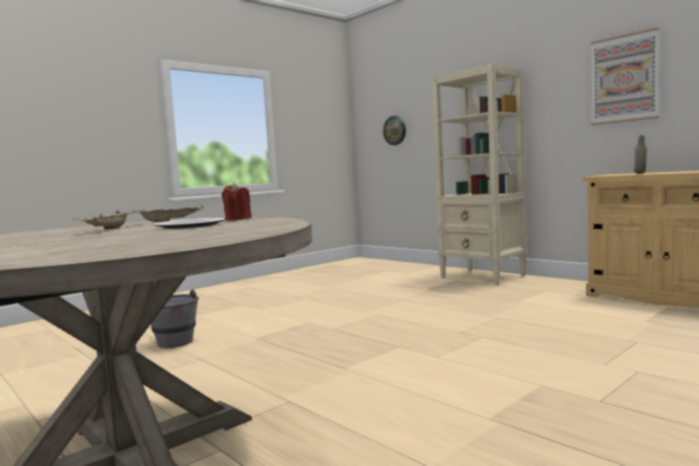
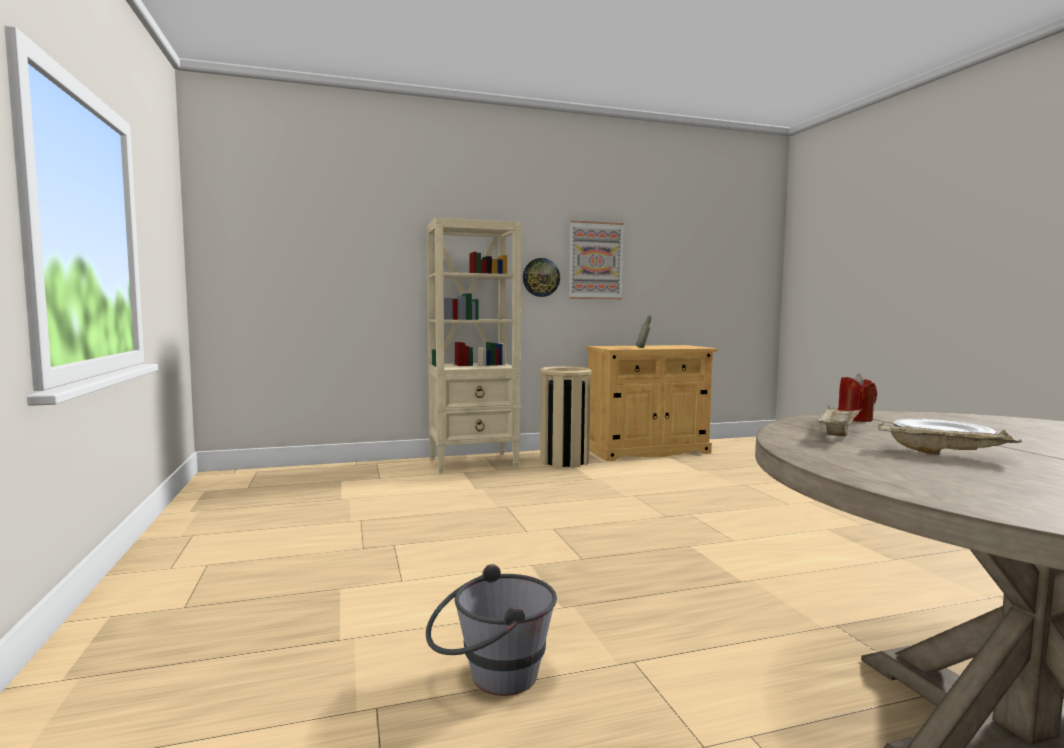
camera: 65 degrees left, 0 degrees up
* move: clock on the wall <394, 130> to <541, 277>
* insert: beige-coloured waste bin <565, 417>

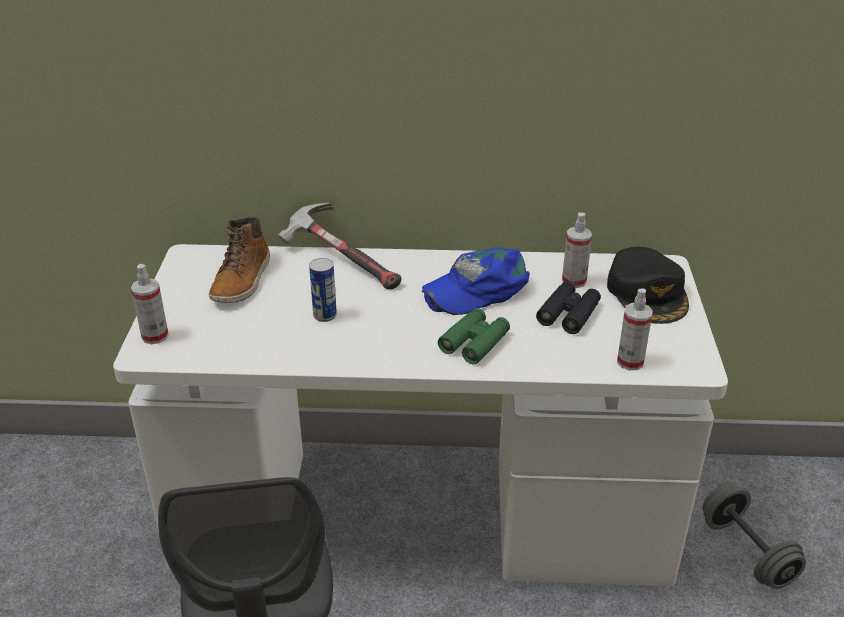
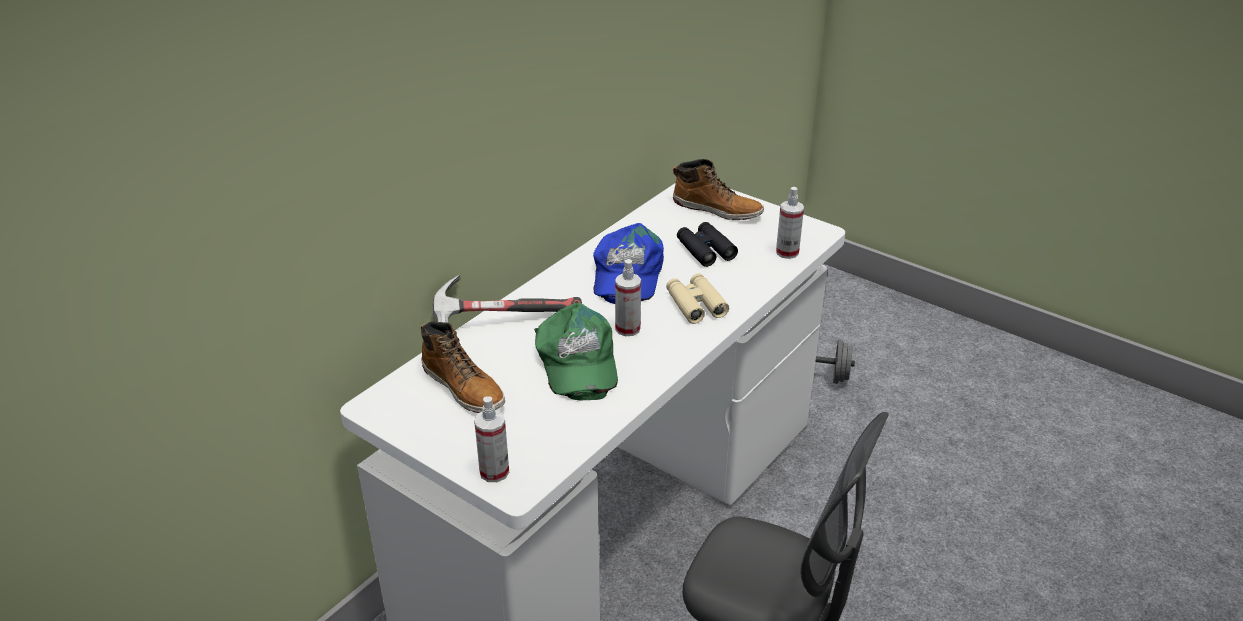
camera: 55 degrees left, 0 degrees up
* replace: metal can <323, 290> to green peaked cap <576, 351>
* move: hand sprayer <577, 250> to <628, 297>
* recolor: green pair of binoculars <474, 336> to beige-coloured pair of binoculars <697, 298>
* replace: blackish peaked cap <648, 285> to boot <718, 189>

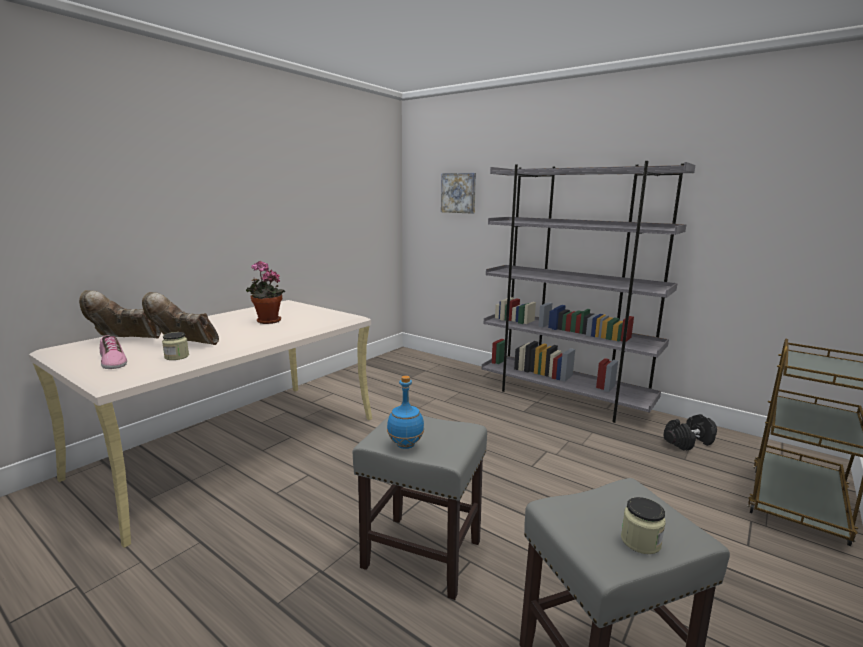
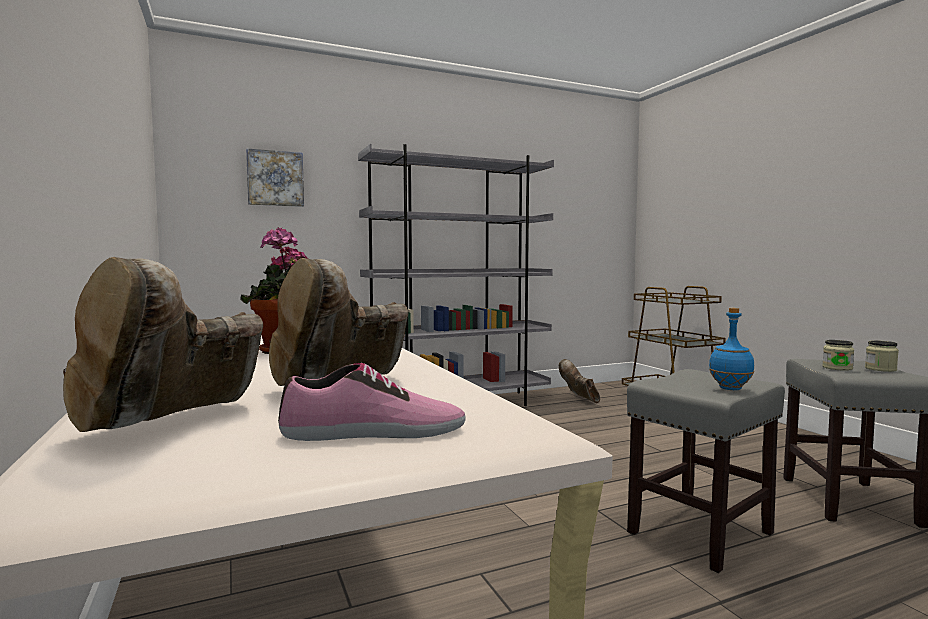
camera: 60 degrees left, 10 degrees down
* replace: blackish dumbbell <690, 432> to brown-coloured boot <579, 381>
* move: storage jar <175, 346> to <838, 355>

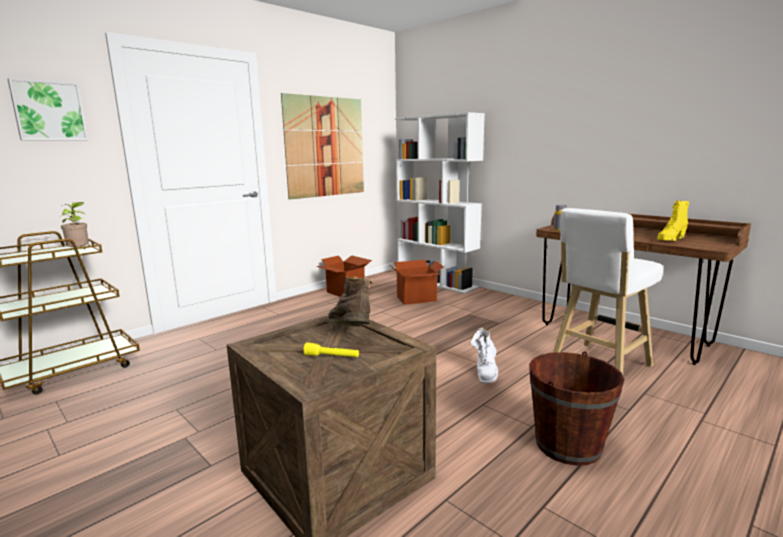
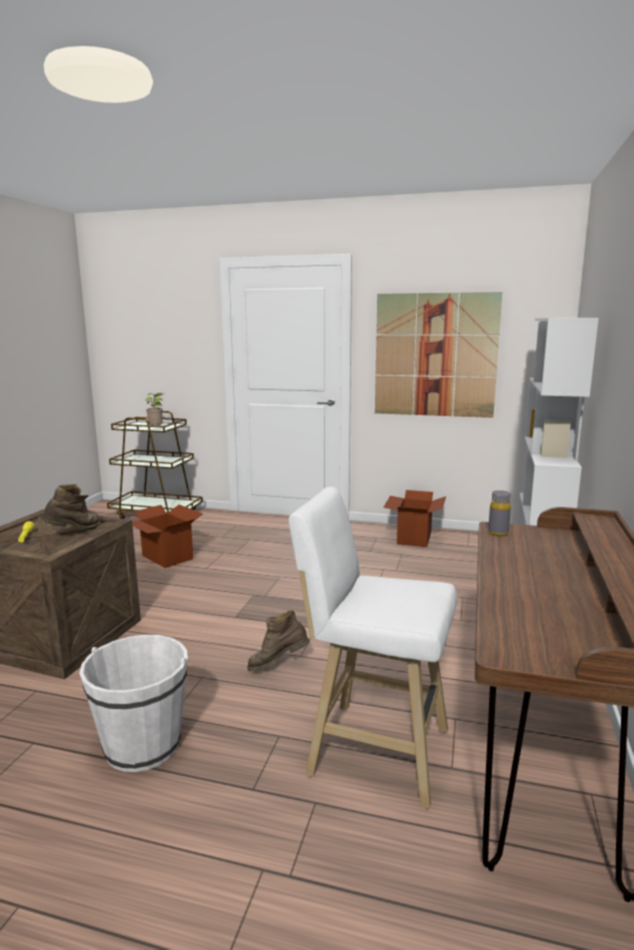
camera: 60 degrees right, 0 degrees up
* recolor: brown-coloured water bucket <577, 408> to white water bucket <133, 703>
* move: packing box <417, 282> to <167, 536>
* recolor: white boot <484, 355> to brown-coloured boot <278, 640>
* delete: wall picture <48, 109>
* delete: yellowish boot <673, 221>

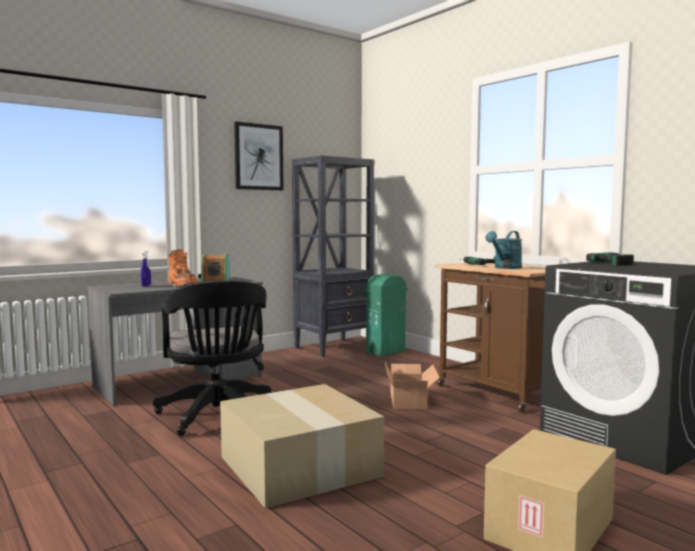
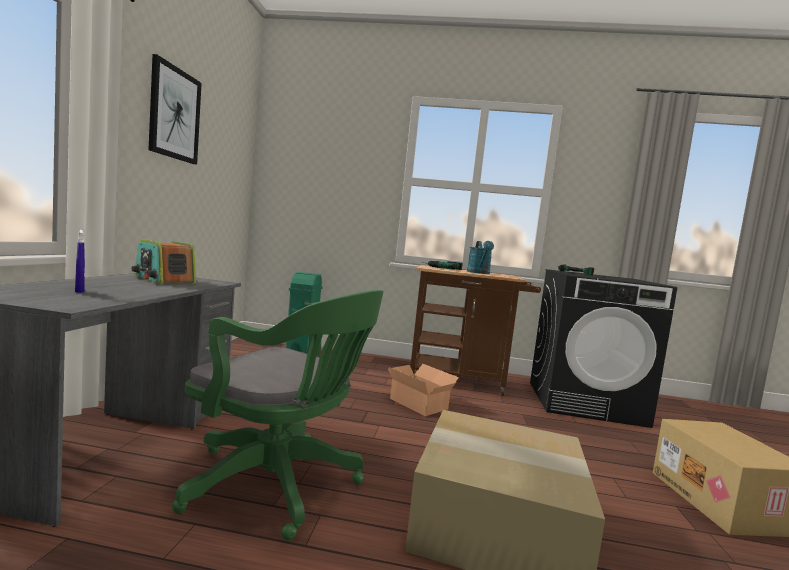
camera: 45 degrees left, 0 degrees up
* recolor: blackish office chair <212, 358> to green office chair <278, 415>
* delete: orange boot <182, 267>
* delete: blackish bookshelf <333, 256>

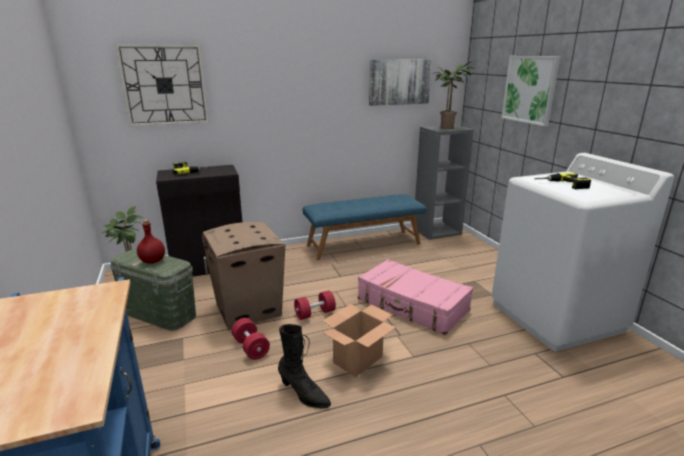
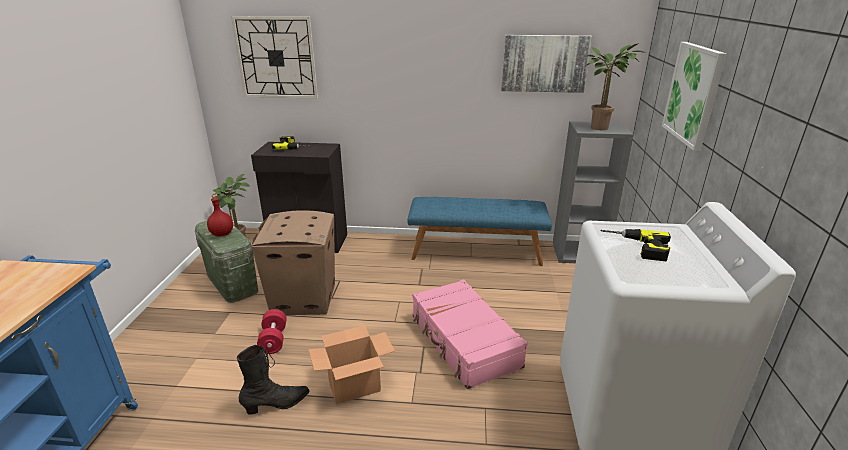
camera: 25 degrees right, 5 degrees up
* rotate: blackish boot <304, 366> = <273, 379> 90 degrees counterclockwise
* delete: reddish dumbbell <315, 305>

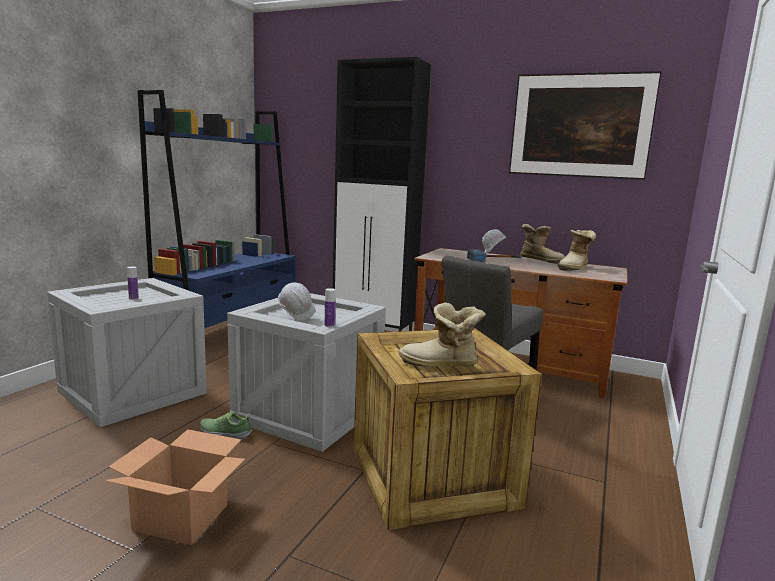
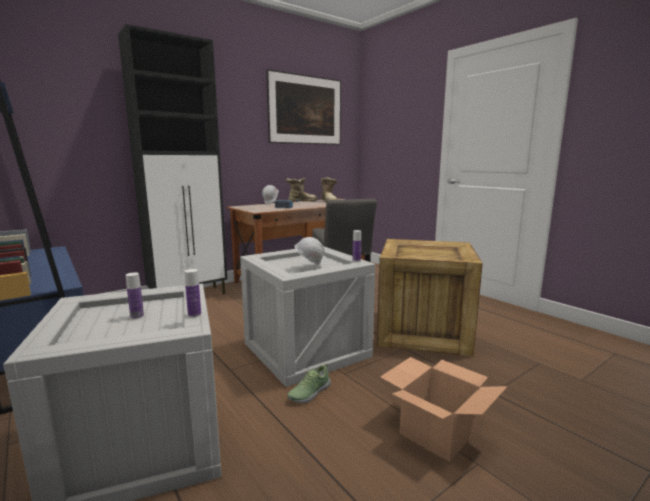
camera: 60 degrees left, 0 degrees up
* insert: beverage bottle <192, 293>
* delete: boot <442, 335>

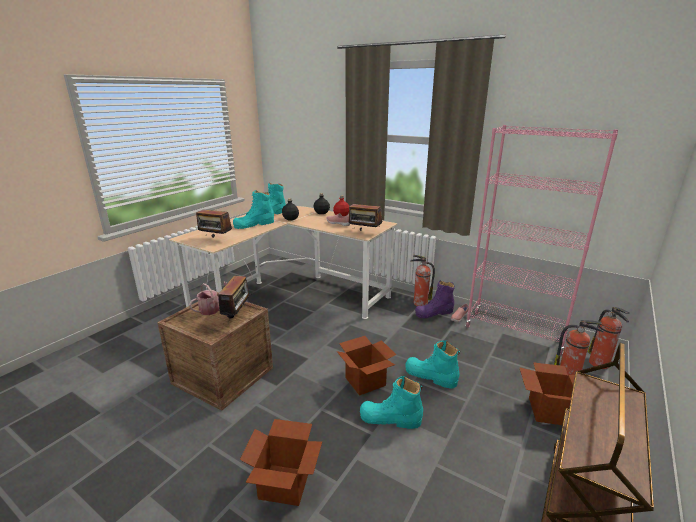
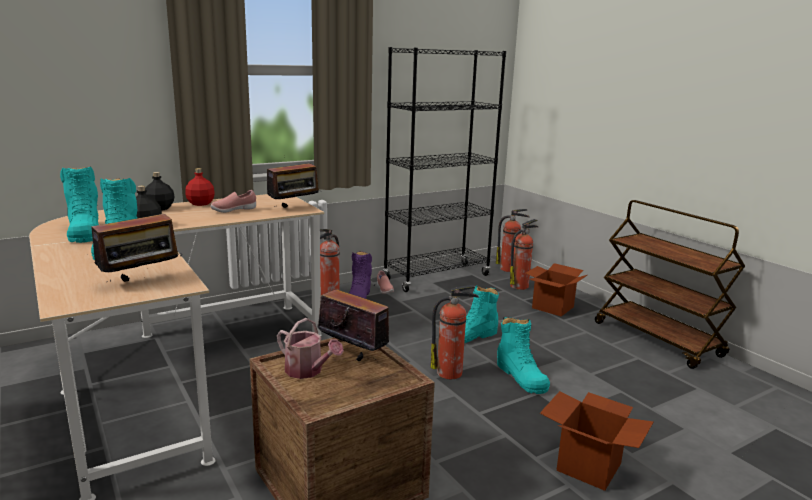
camera: 65 degrees left, 5 degrees down
* rotate: watering can <208, 298> = <310, 348> 150 degrees clockwise
* recolor: pink bookshelf <541, 240> to blackish bookshelf <444, 169>
* replace: packing box <366, 366> to extinguisher <455, 332>
* rotate: turquoise boot <391, 402> = <523, 355> 60 degrees counterclockwise

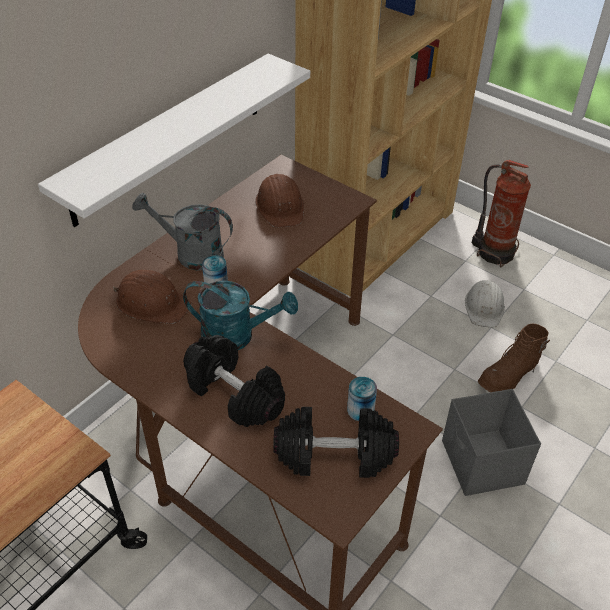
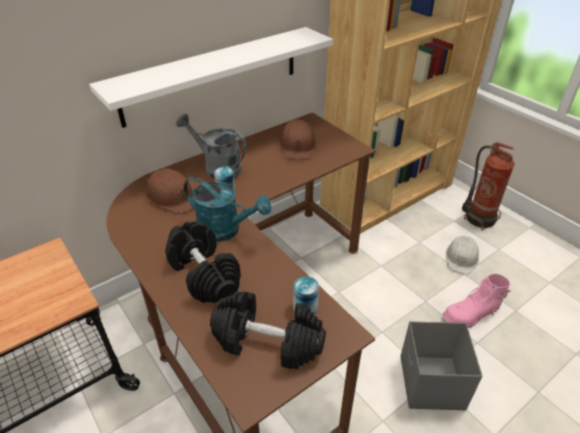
camera: 15 degrees right, 5 degrees down
* recolor: brown-coloured boot <514, 358> to pink boot <476, 301>

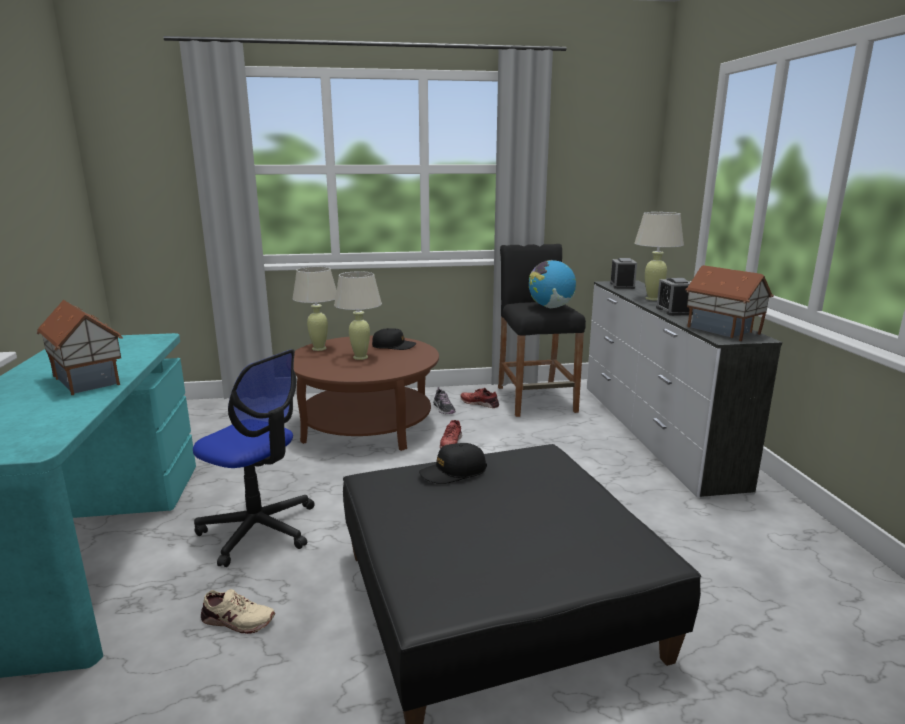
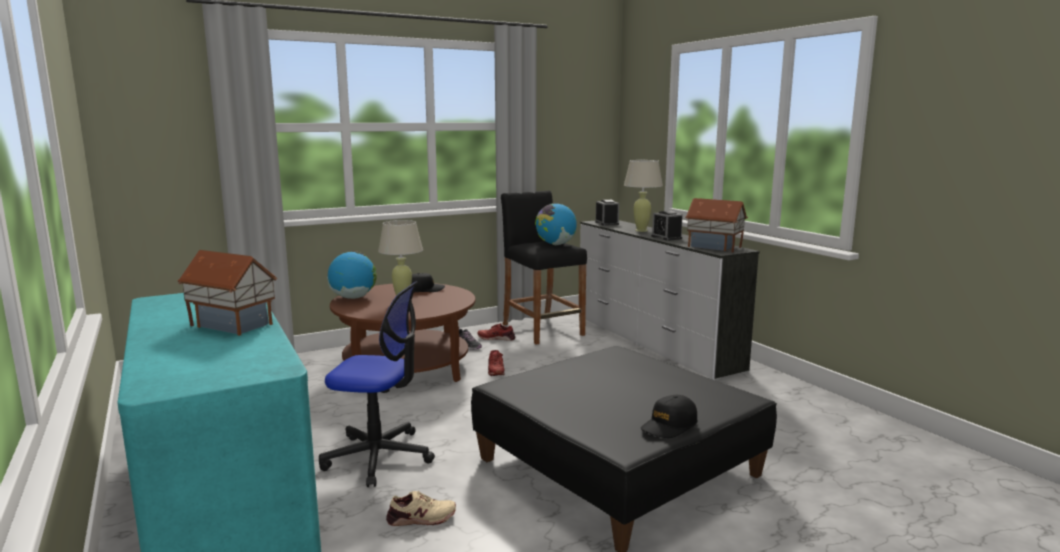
camera: 20 degrees left, 5 degrees down
* replace: beige-coloured lamp for a table <314, 308> to desk globe <352, 275>
* move: blackish peaked cap <453, 463> to <669, 416>

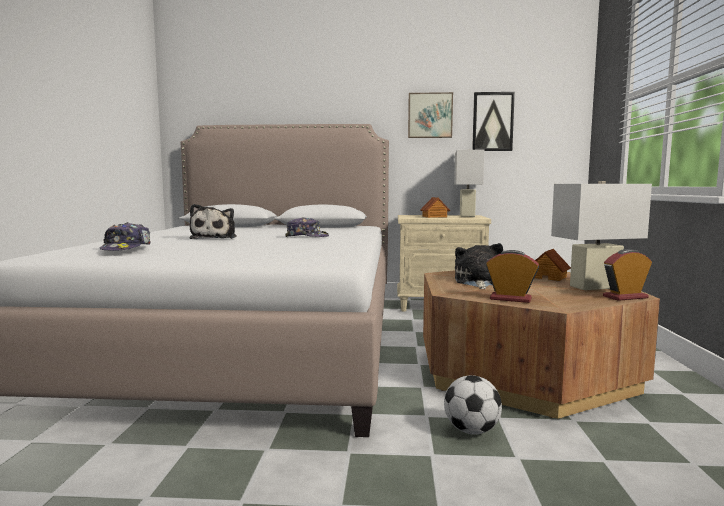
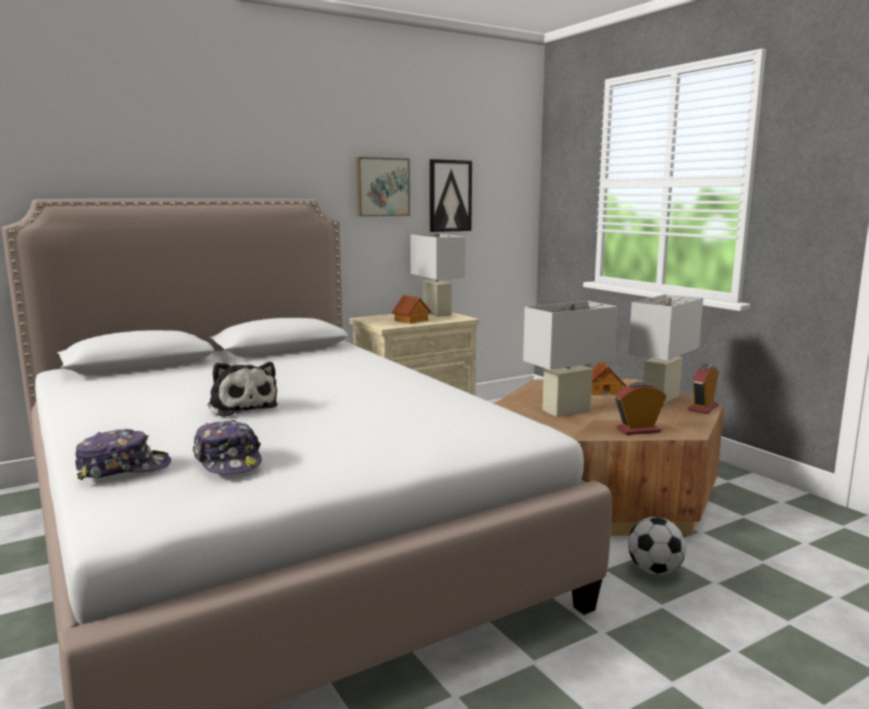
camera: 35 degrees left, 5 degrees up
* move: peaked cap <307, 227> to <123, 454>
* replace: soft toy <479, 266> to white lamp for a table <570, 359>

